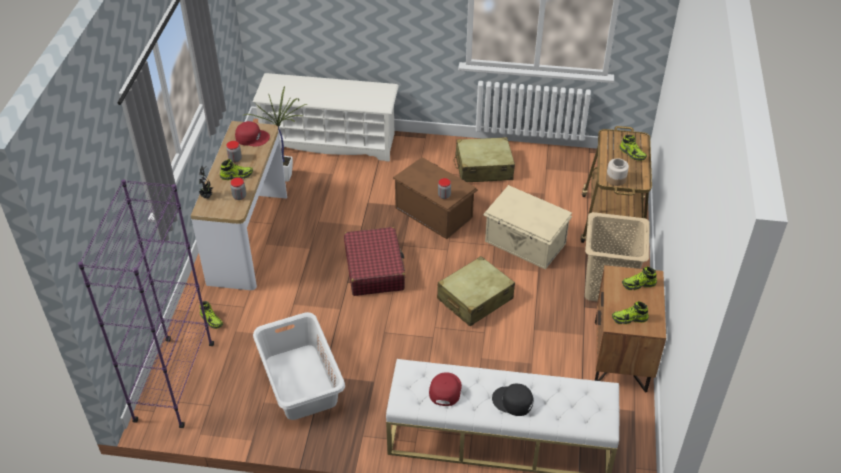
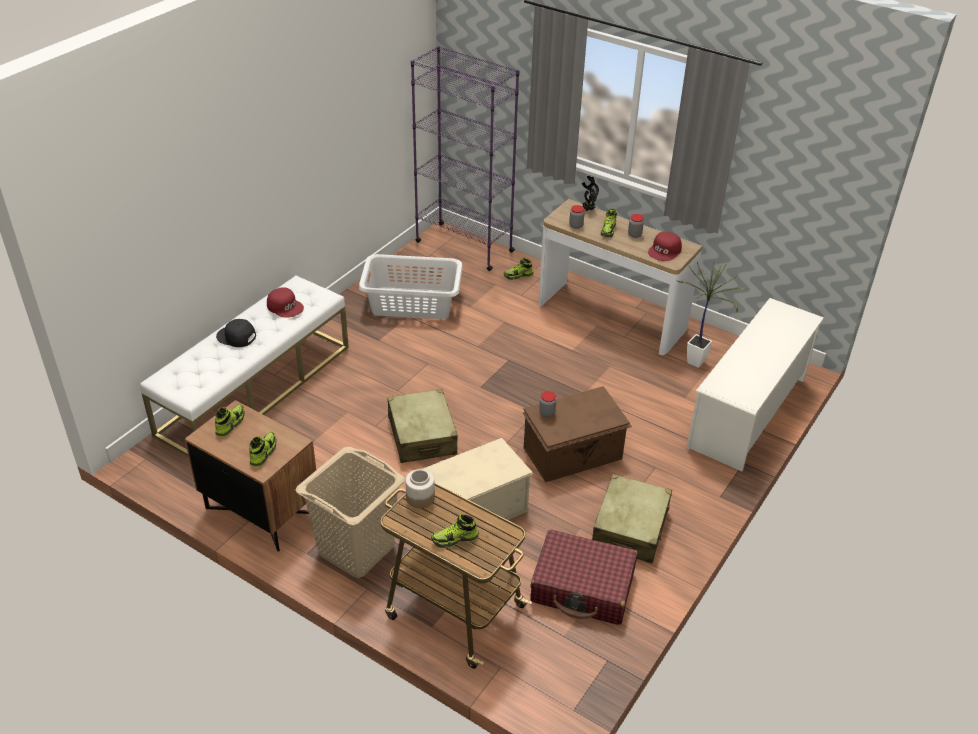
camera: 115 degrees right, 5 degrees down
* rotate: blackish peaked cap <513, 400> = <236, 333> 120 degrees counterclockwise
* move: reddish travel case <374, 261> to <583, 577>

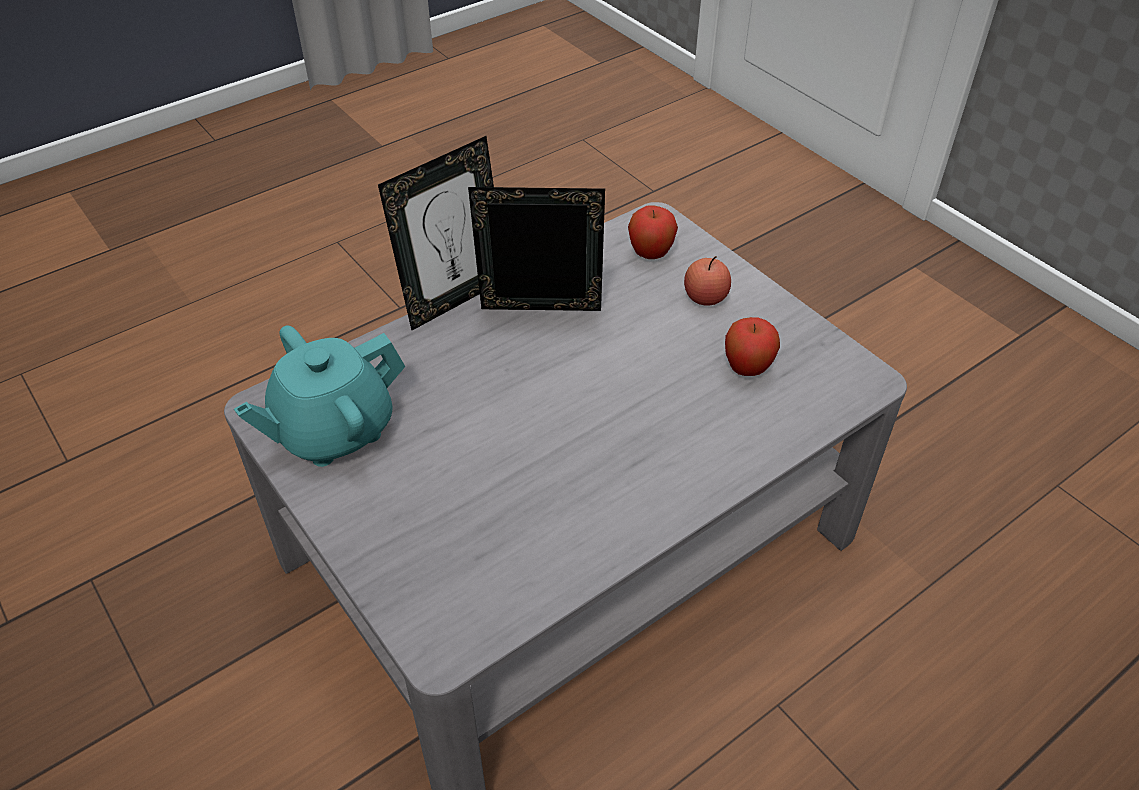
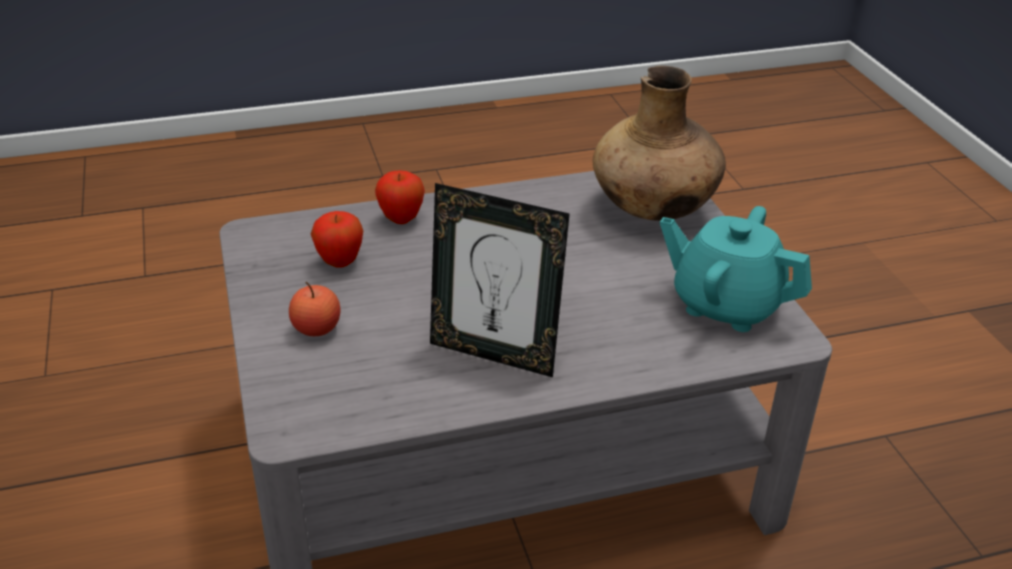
camera: 160 degrees left, 10 degrees down
* move: apple fruit <653, 232> to <400, 197>
* insert: brown-coloured flower vase <659, 143>
* rotate: turquoise pot for tea <319, 396> = <736, 269> 135 degrees counterclockwise
* delete: photo frame <436, 233>

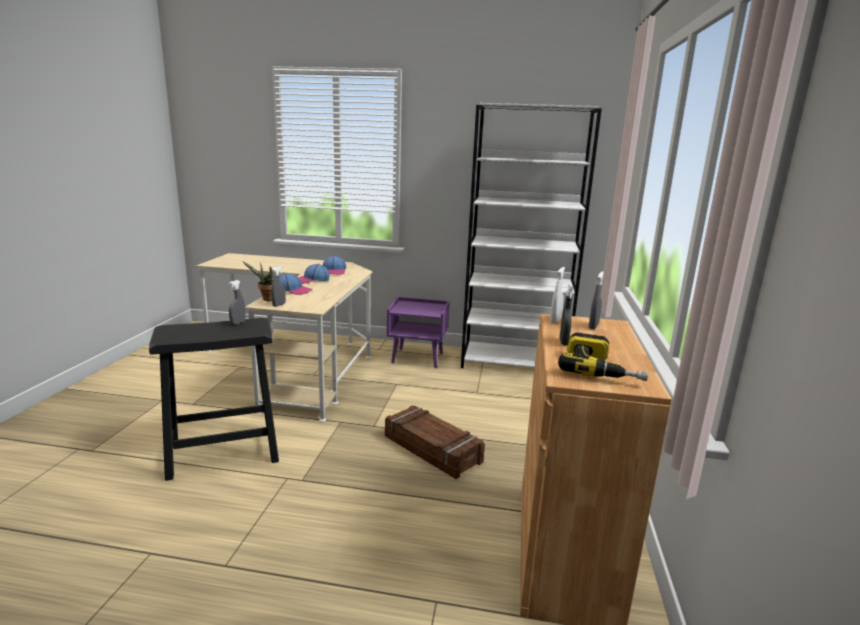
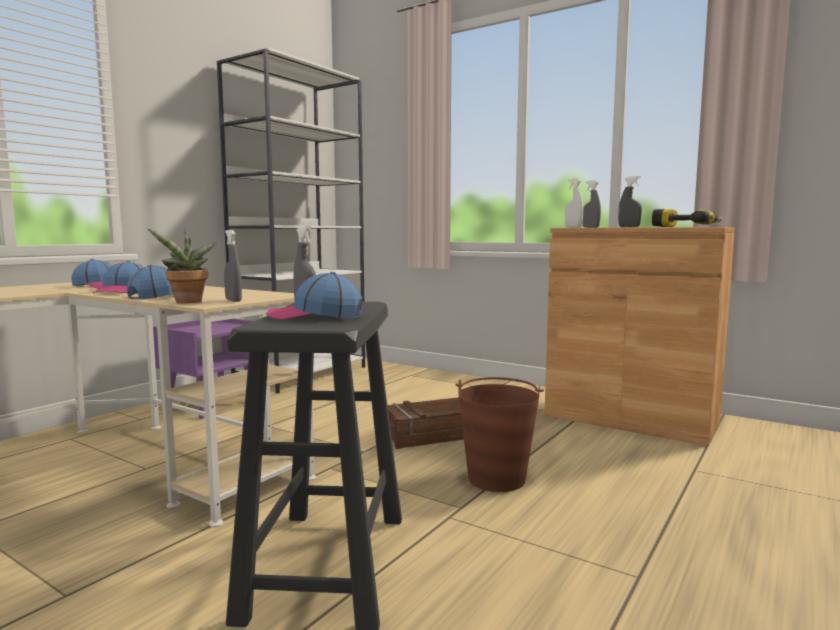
camera: 65 degrees left, 10 degrees down
* insert: peaked cap <314, 296>
* insert: brown-coloured water bucket <500, 434>

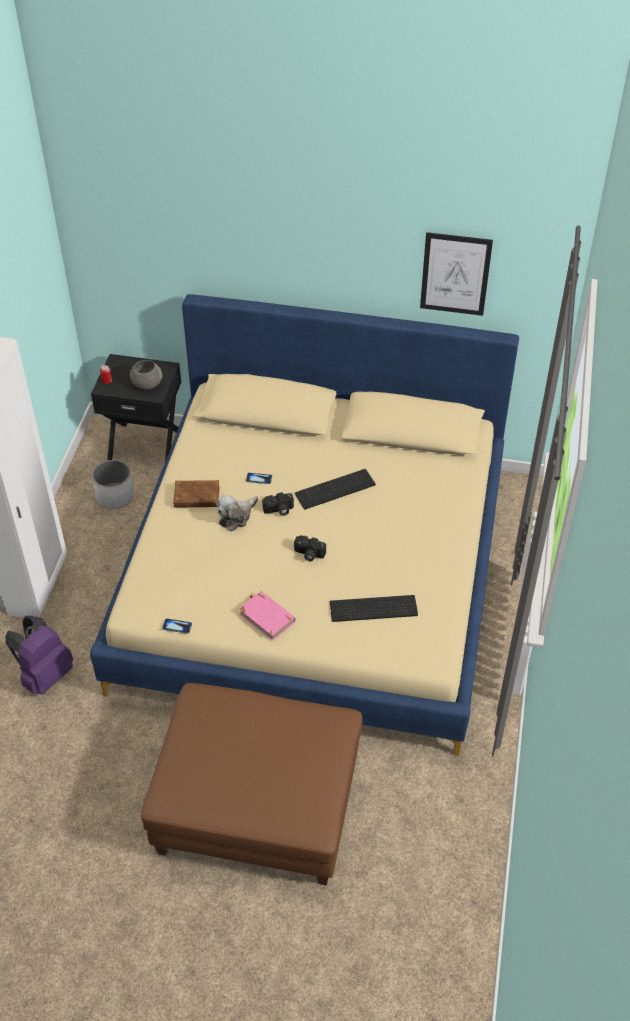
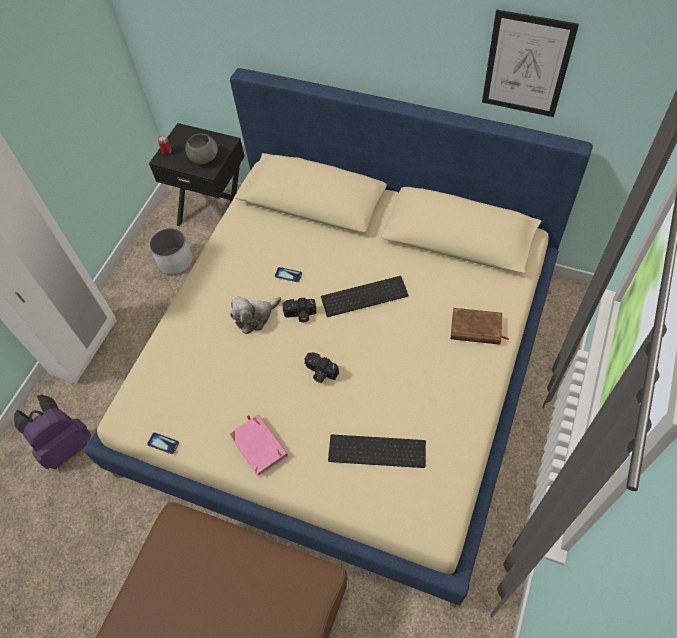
camera: 15 degrees right, 10 degrees up
* move: brown-coloured book <197, 494> to <480, 326>

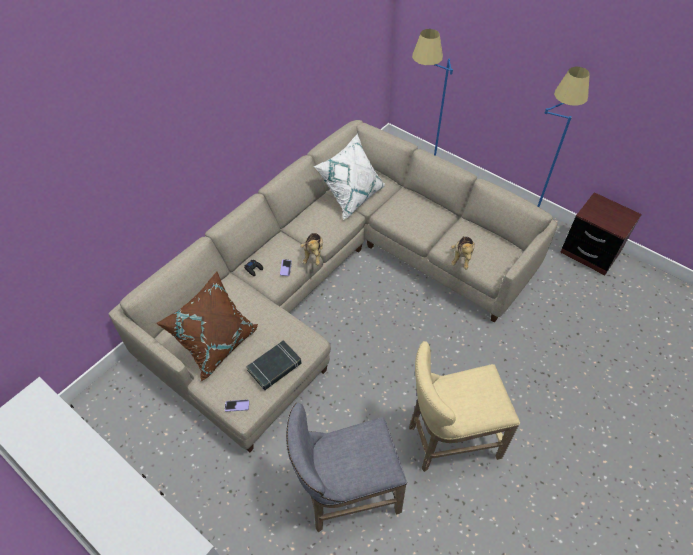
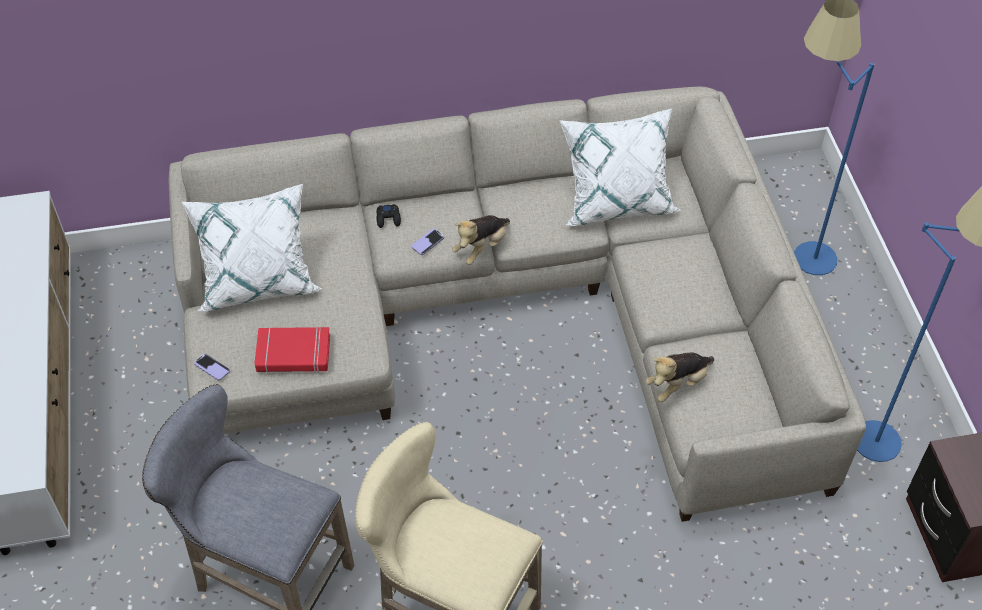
camera: 40 degrees right, 0 degrees up
* recolor: brown-coloured pillow <207, 326> to white pillow <252, 247>
* recolor: blackish book <274, 365> to reddish book <292, 350>

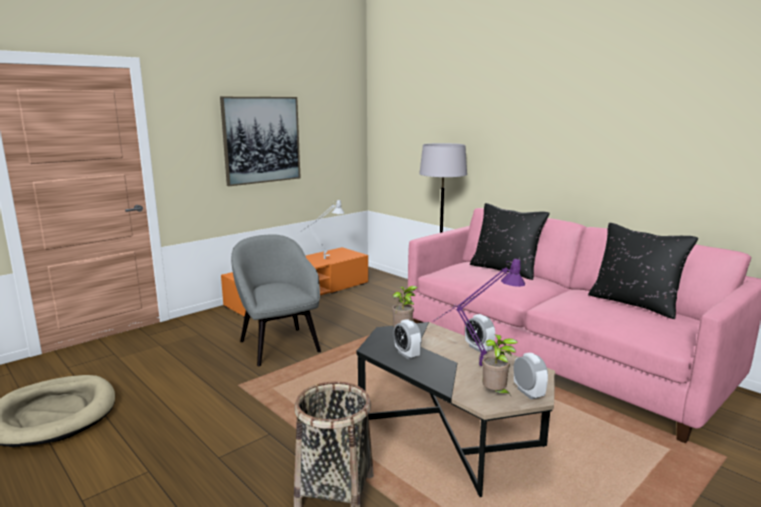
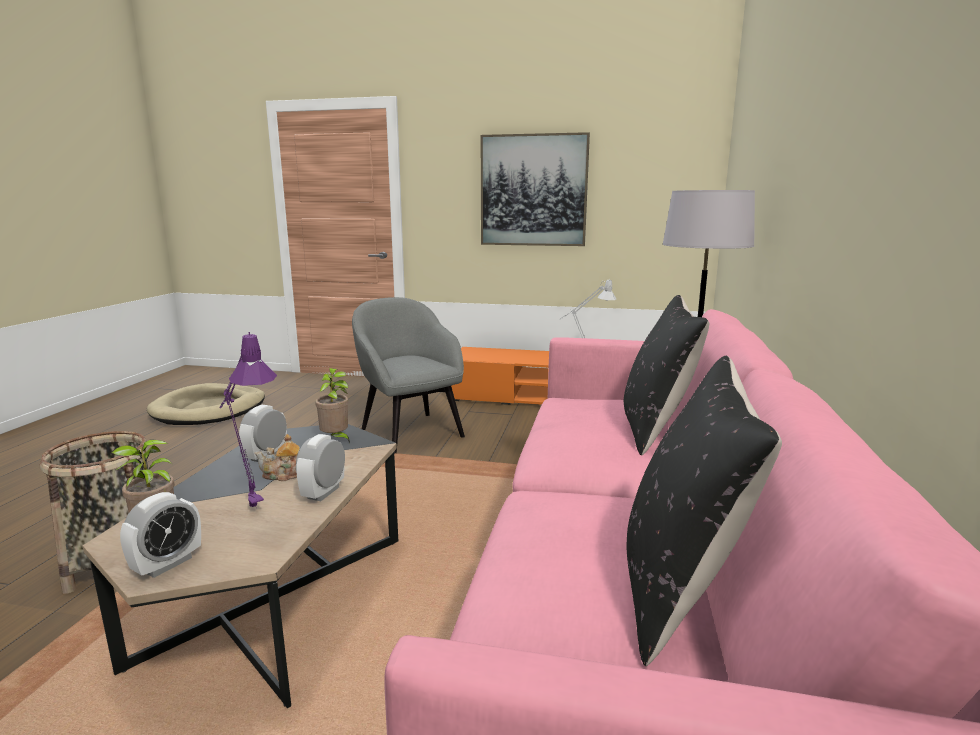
camera: 55 degrees right, 0 degrees up
* insert: pot for tea <277, 457>
* rotate: gray lounge chair <276, 300> = <408, 375> 60 degrees counterclockwise

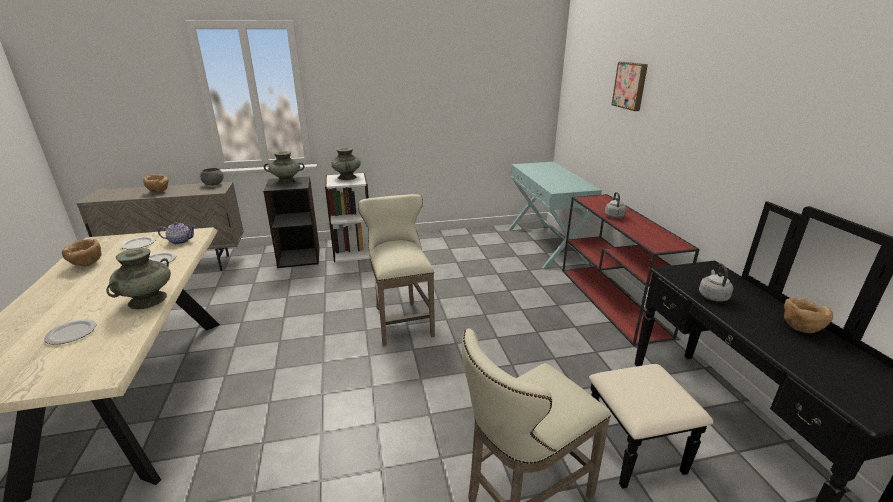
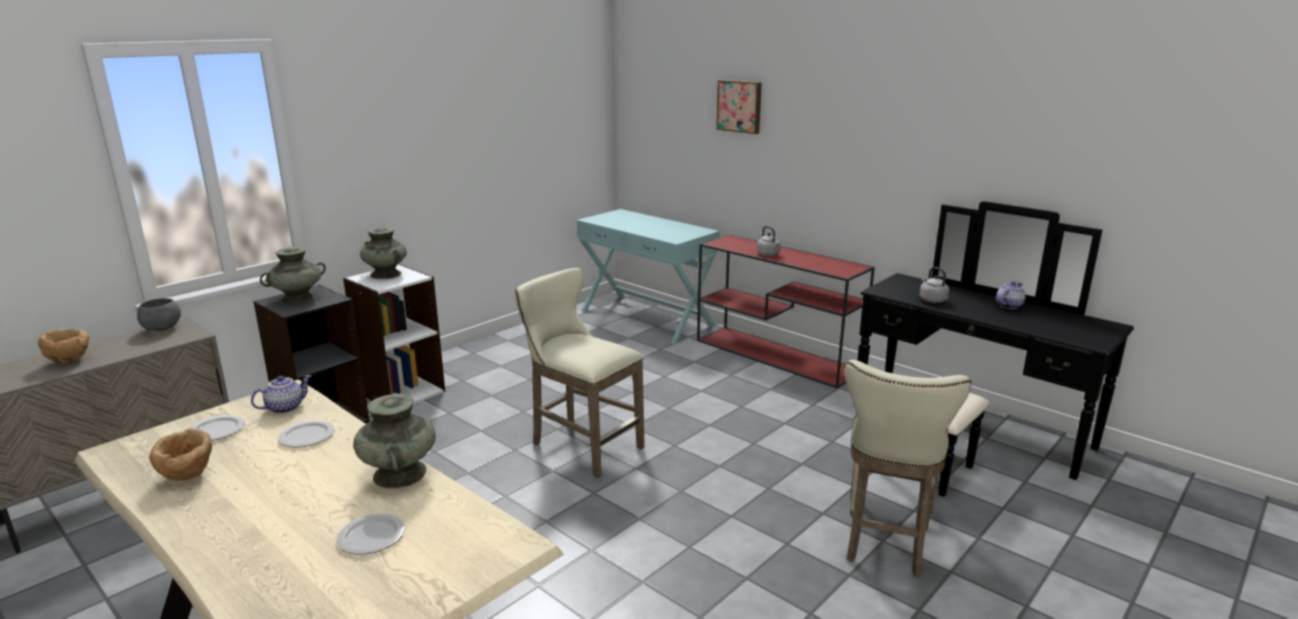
camera: 35 degrees left, 5 degrees down
* replace: brown-coloured deep dish <808, 315> to pot for tea <1011, 295>

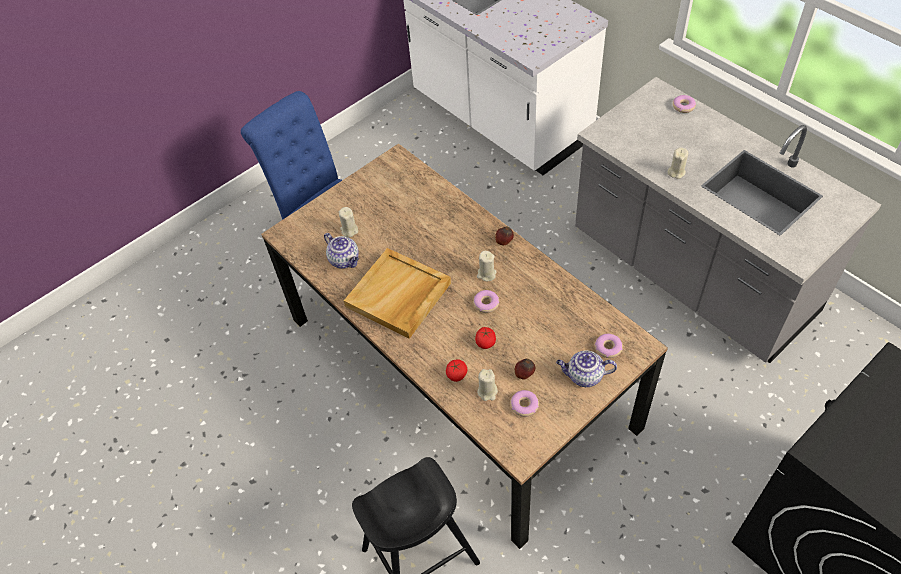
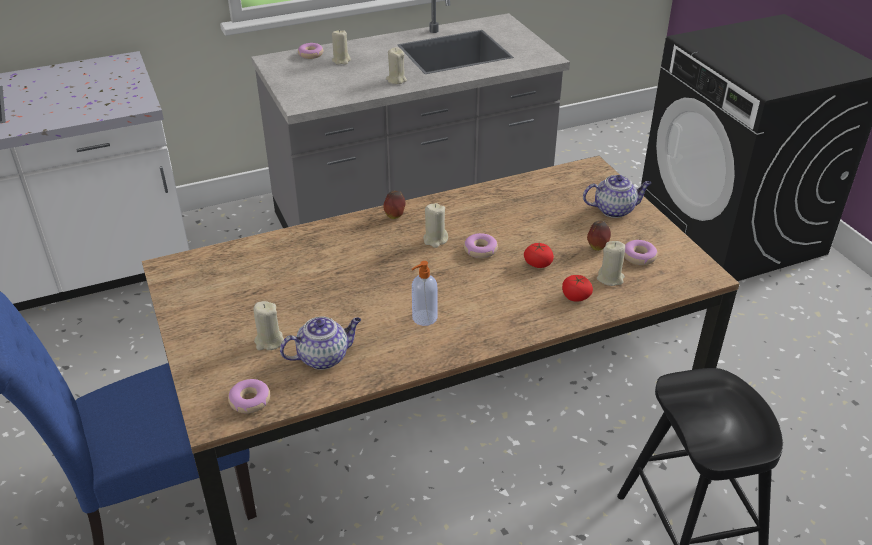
camera: 75 degrees left, 15 degrees down
* move: doughnut <609, 346> to <249, 396>
* insert: beige-coloured wax light <341, 47>
* replace: beige-coloured tray <397, 293> to soap bottle <424, 293>
* rotate: pot for tea <586, 369> = <617, 196> 120 degrees counterclockwise

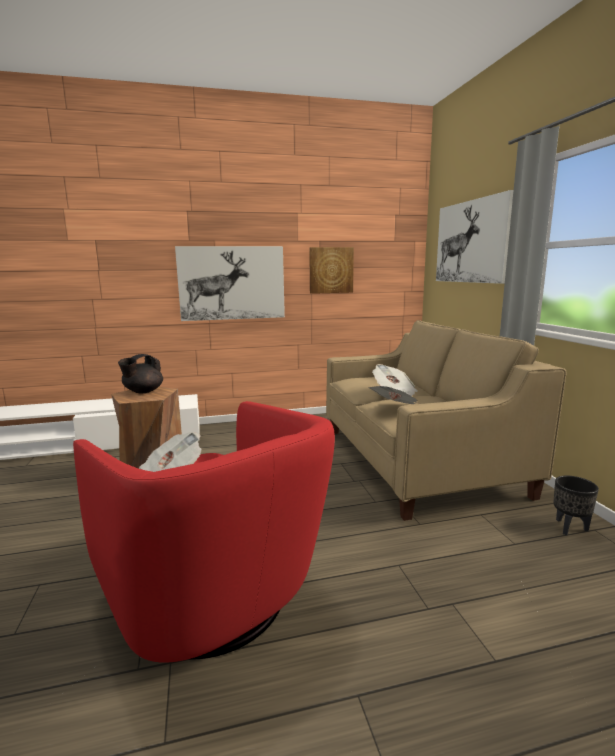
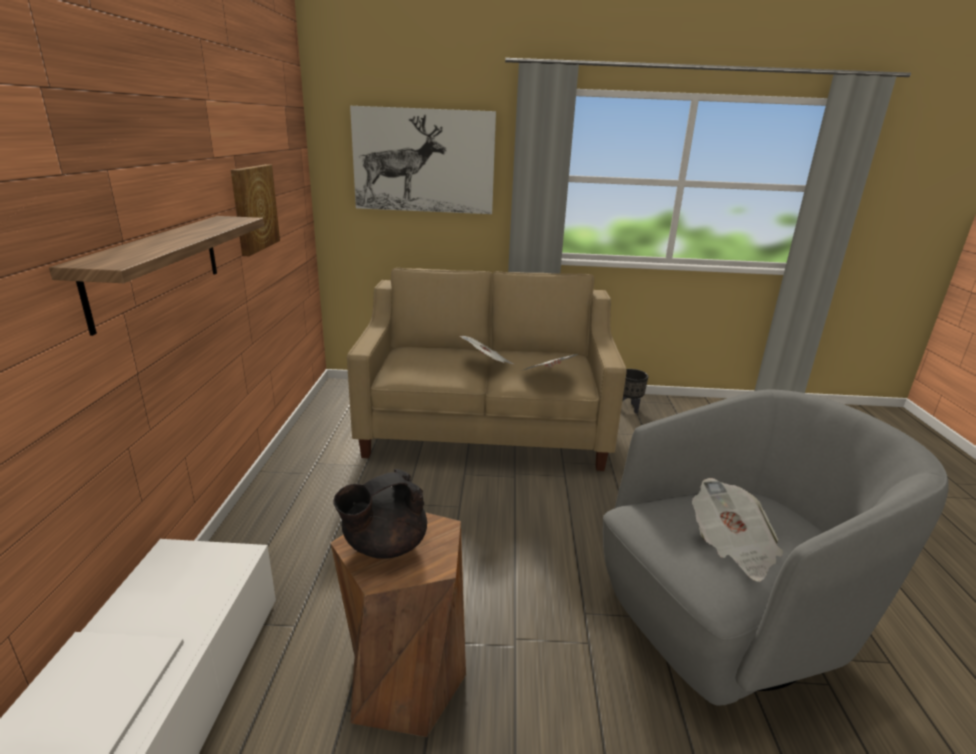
camera: 75 degrees left, 10 degrees up
* replace: wall picture <230, 283> to shelf <156, 276>
* rotate: blackish pot for tea <140, 373> = <380, 514> 90 degrees clockwise
* recolor: reddish lounge chair <204, 532> to gray lounge chair <776, 547>

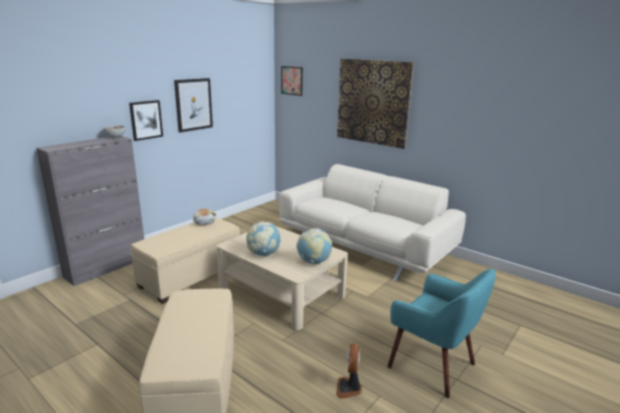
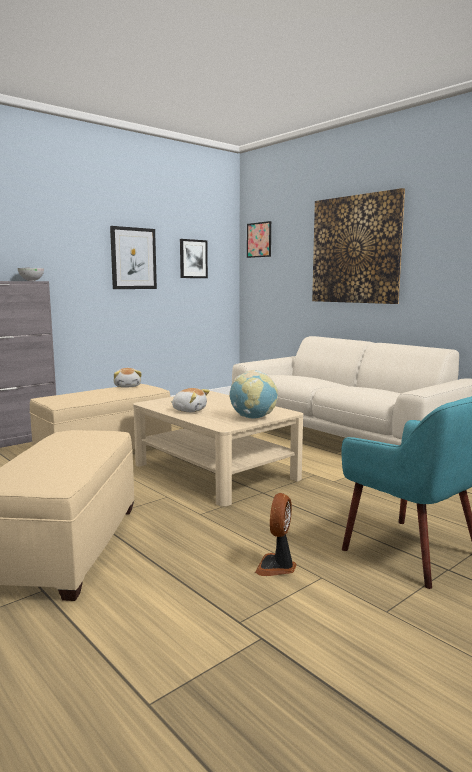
camera: 10 degrees right, 10 degrees down
* replace: desk globe <263, 238> to soft toy <190, 400>
* move: wall picture <146, 120> to <194, 258>

